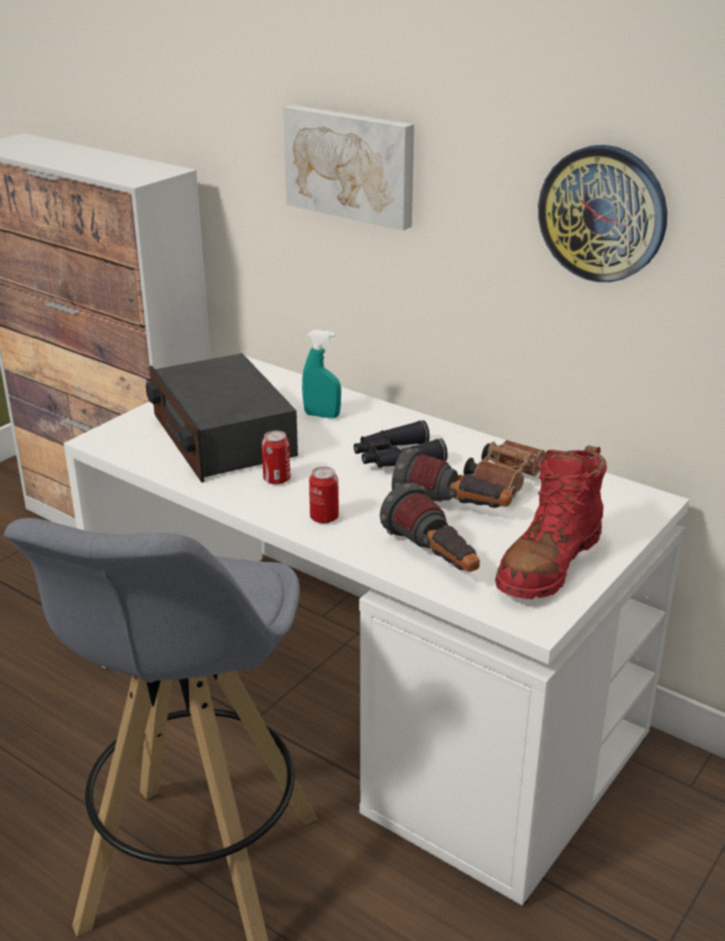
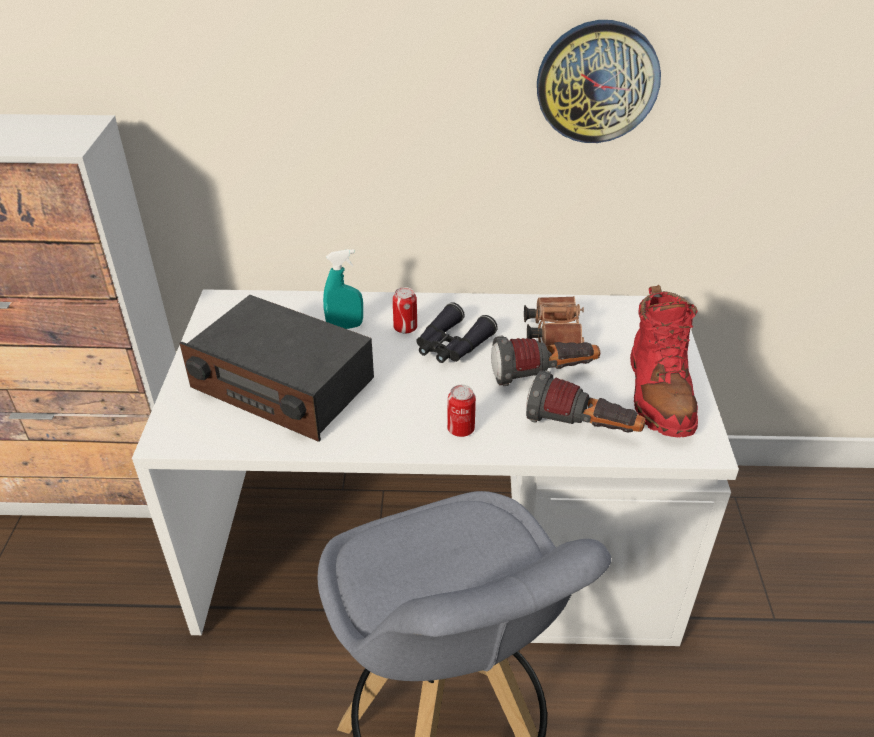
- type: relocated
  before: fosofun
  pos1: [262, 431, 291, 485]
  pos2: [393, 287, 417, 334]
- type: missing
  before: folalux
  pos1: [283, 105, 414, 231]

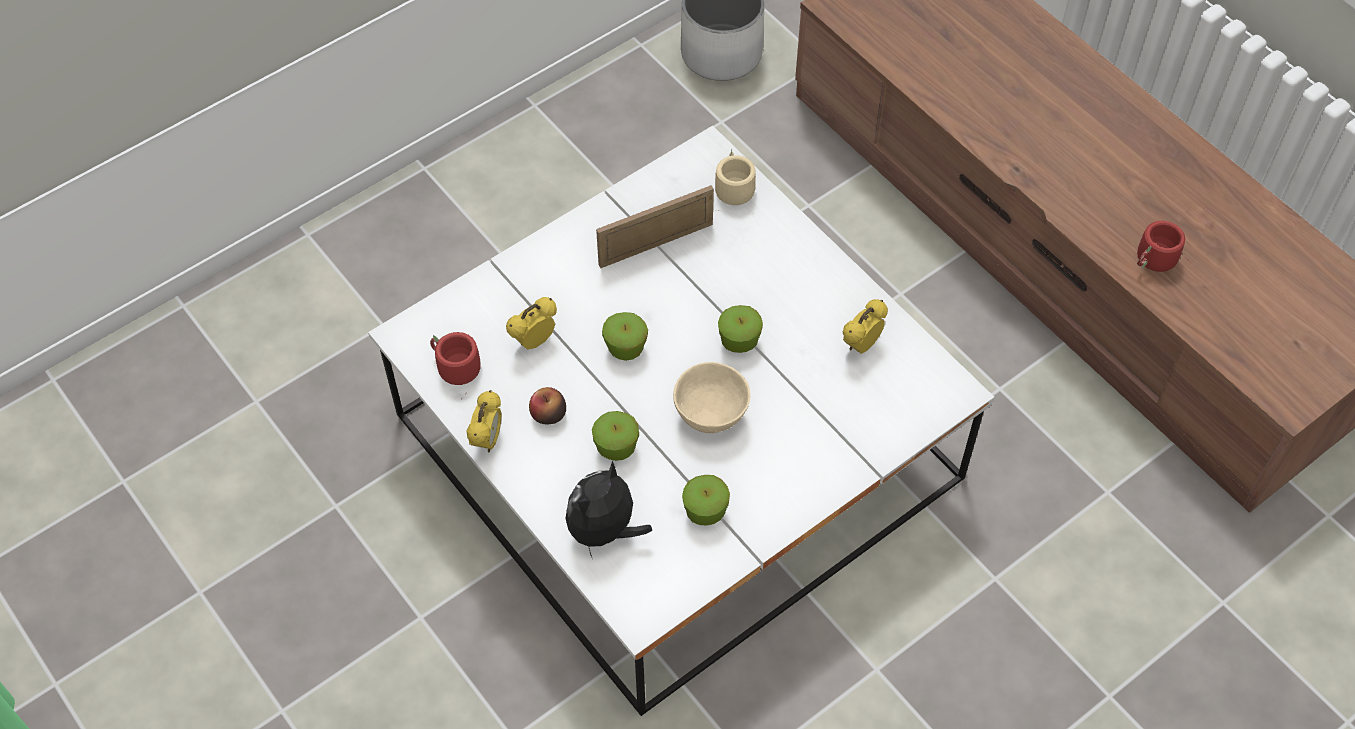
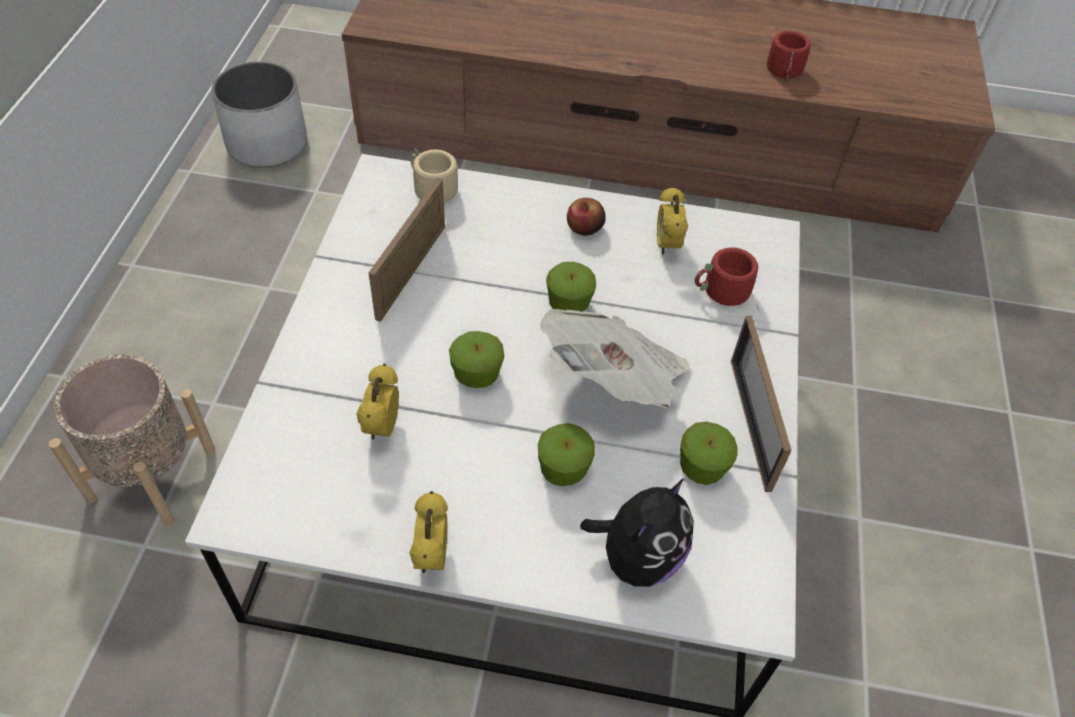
- type: appeared
  after: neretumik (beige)
  pos2: [49, 354, 216, 526]
- type: spun
  before: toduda
  pos1: [466, 390, 502, 452]
  pos2: [409, 491, 448, 573]
  turn: -150
- type: exchanged
  before: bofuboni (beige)
  after: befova
  pos1: [673, 362, 750, 433]
  pos2: [540, 309, 690, 408]
- type: relocated
  before: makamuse
  pos1: [529, 387, 566, 425]
  pos2: [567, 198, 606, 236]
- type: spun
  before: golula
  pos1: [565, 460, 652, 558]
  pos2: [580, 478, 694, 587]
  turn: -135
- type: relocated
  before: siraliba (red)
  pos1: [430, 332, 481, 399]
  pos2: [695, 247, 759, 310]
- type: appeared
  after: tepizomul
  pos2: [731, 316, 792, 492]

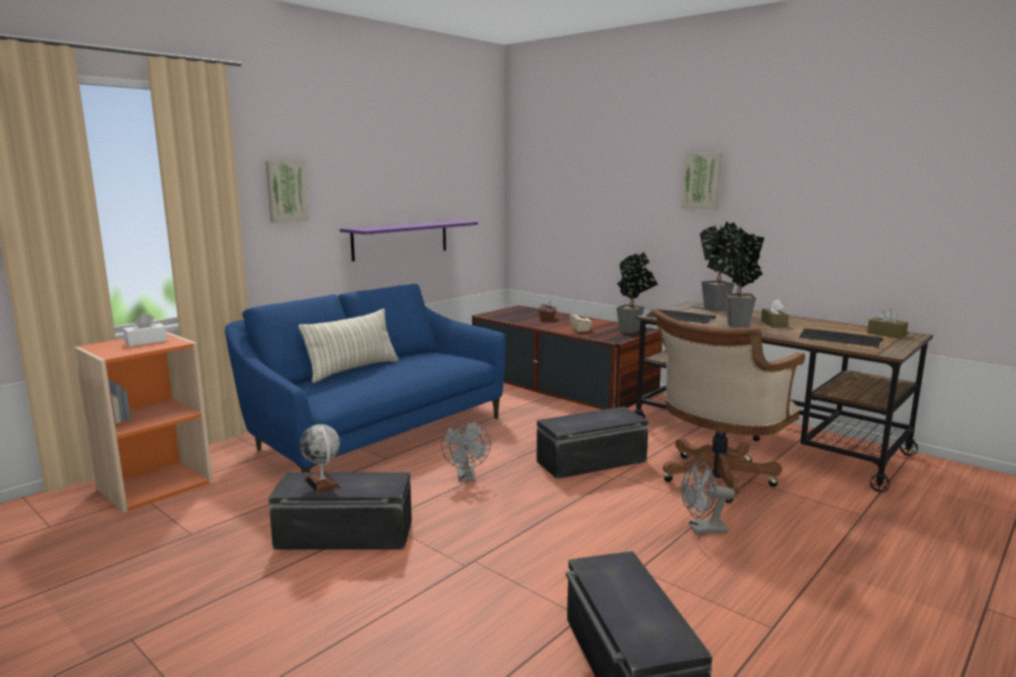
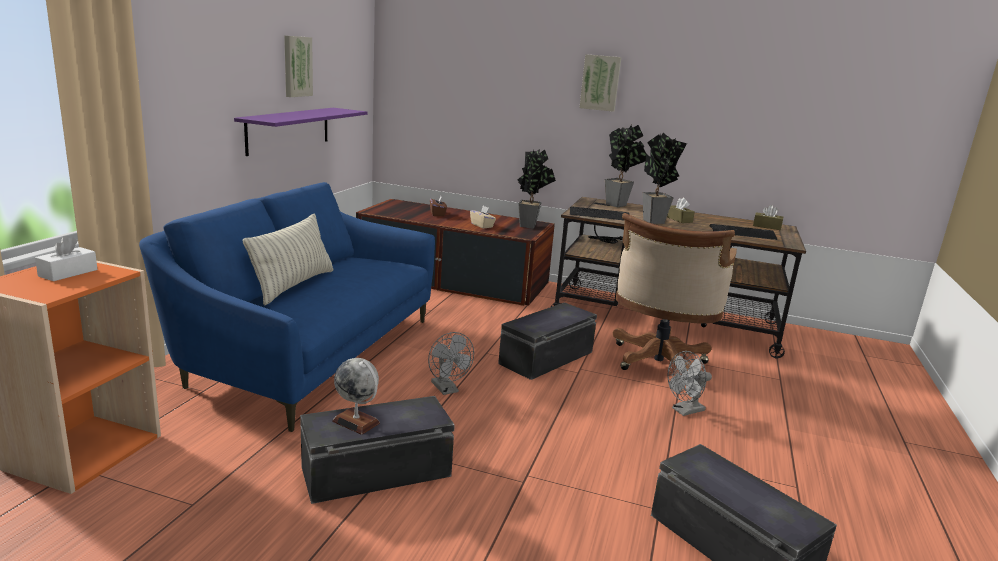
- type: relocated
  before: folalux
  pos1: [265, 161, 309, 223]
  pos2: [284, 35, 313, 97]

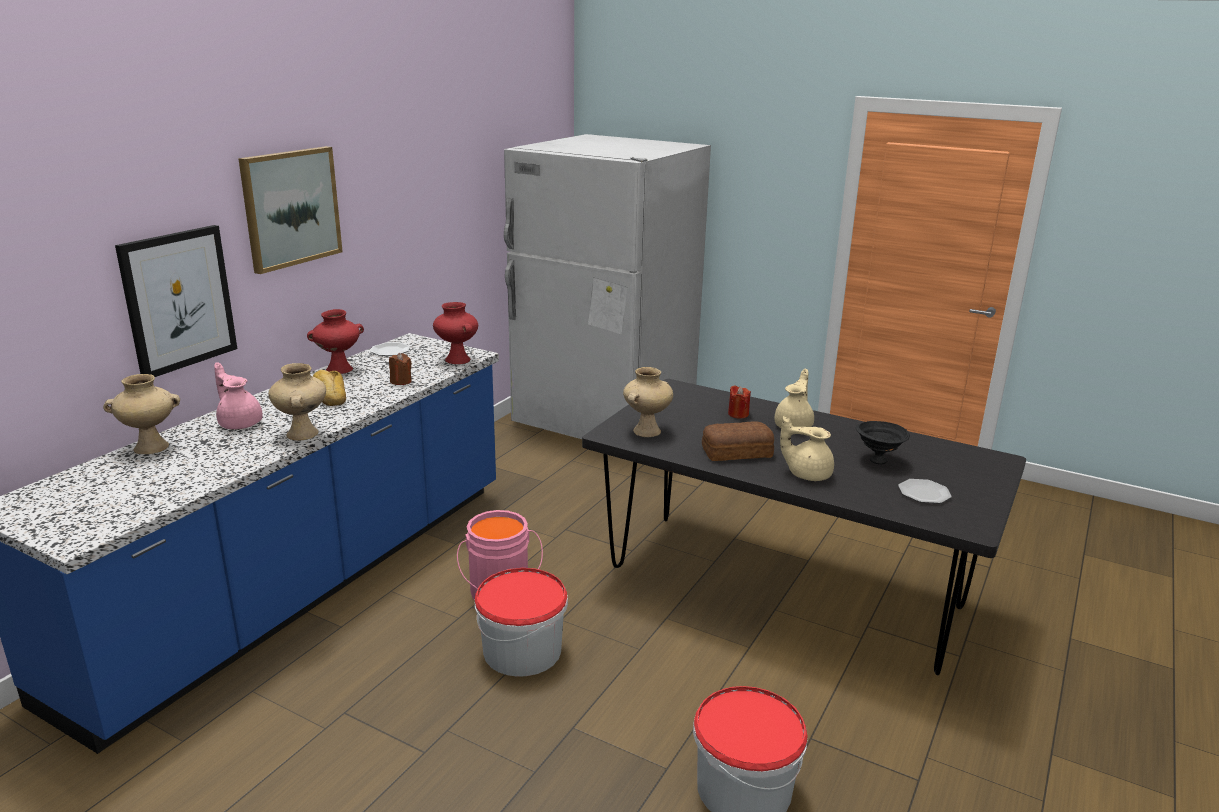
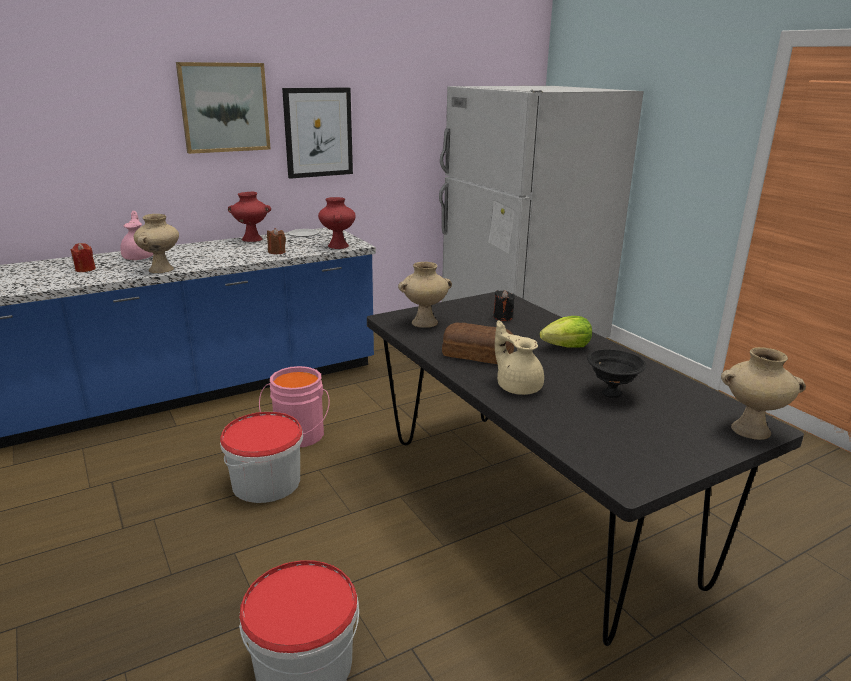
- type: relocated
  before: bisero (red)
  pos1: [728, 385, 751, 419]
  pos2: [70, 243, 96, 272]
- type: relocated
  before: folalux
  pos1: [115, 225, 237, 377]
  pos2: [282, 88, 353, 179]
- type: appeared
  after: bisero (black)
  pos2: [493, 290, 514, 321]
- type: exchanged
  before: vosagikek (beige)
  after: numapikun
  pos1: [774, 369, 814, 428]
  pos2: [539, 316, 592, 347]
- type: relocated
  before: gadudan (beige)
  pos1: [103, 374, 180, 454]
  pos2: [721, 347, 806, 440]
- type: missing
  before: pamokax
  pos1: [313, 370, 346, 406]
- type: missing
  before: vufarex
  pos1: [898, 479, 952, 504]

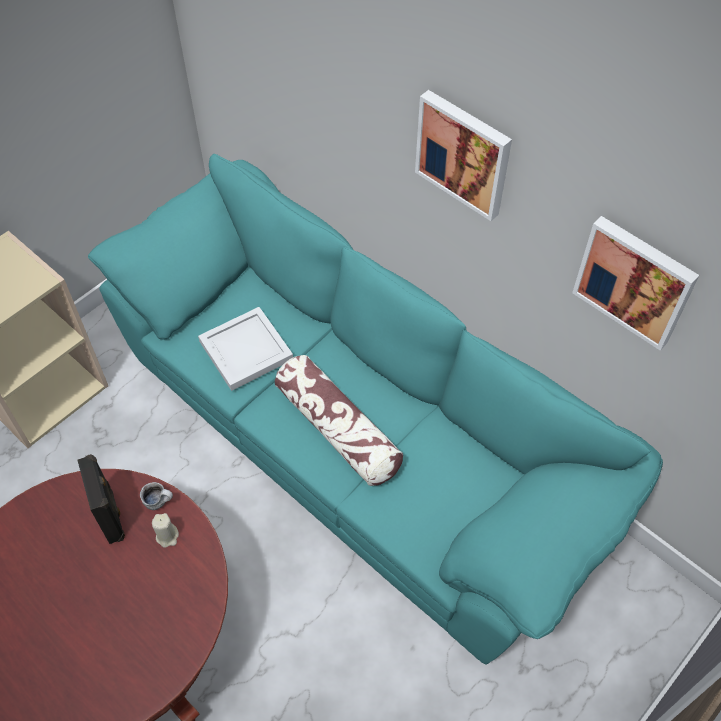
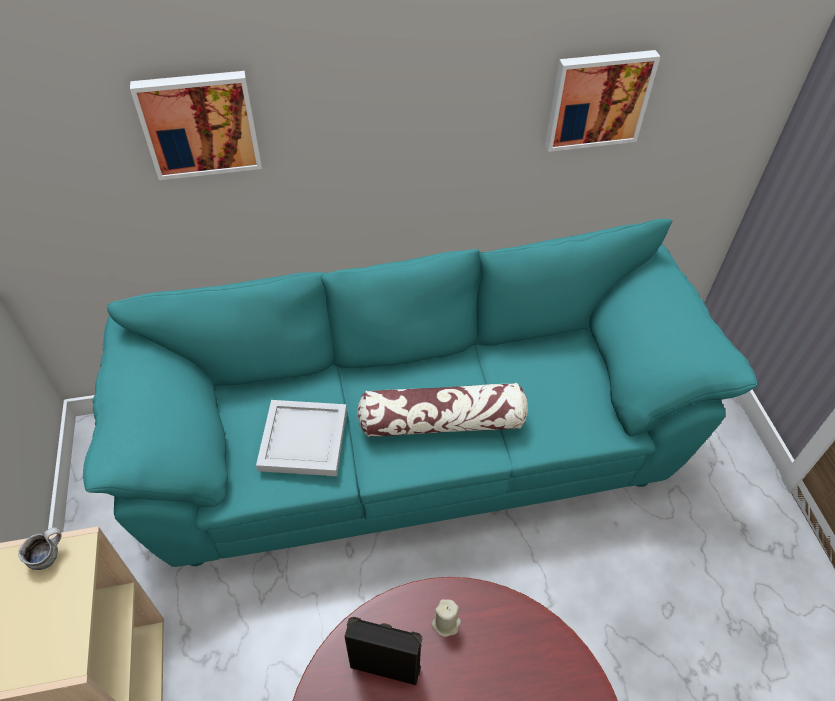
- type: relocated
  before: siraliba
  pos1: [140, 482, 173, 510]
  pos2: [18, 527, 62, 570]
- type: relocated
  before: folalux
  pos1: [415, 90, 512, 221]
  pos2: [130, 71, 262, 180]

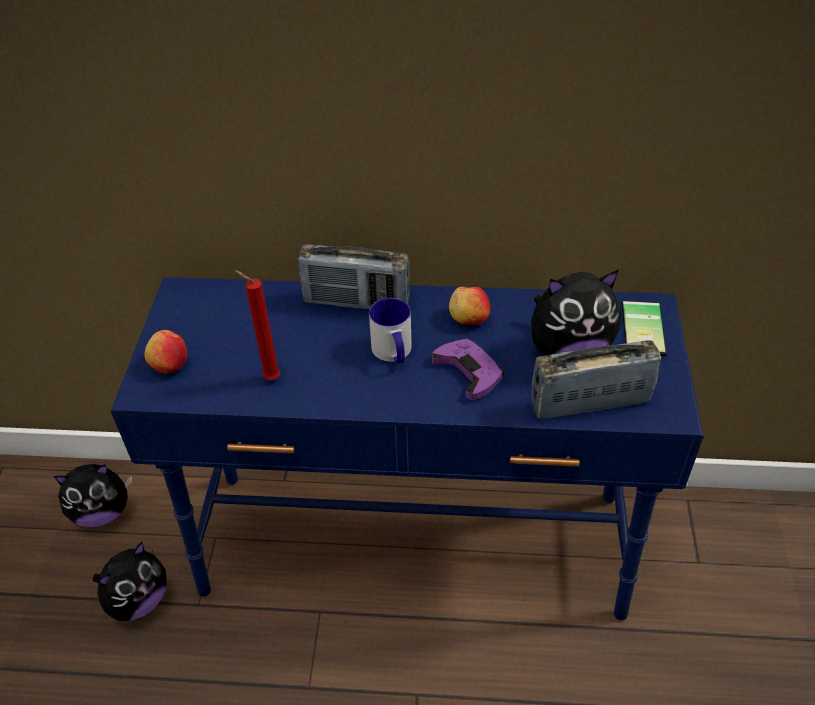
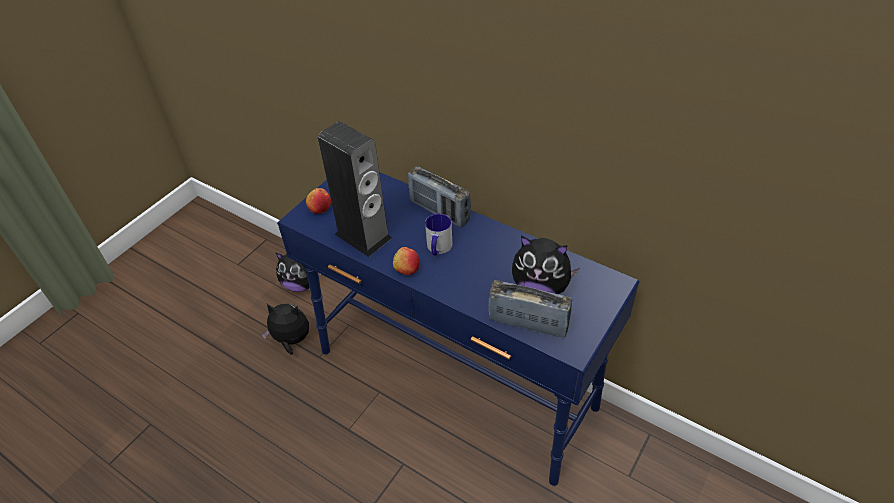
- type: spun
  before: golula
  pos1: [93, 542, 167, 621]
  pos2: [261, 304, 309, 355]
  turn: -150
- type: exchanged
  before: bisero (red)
  after: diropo
  pos1: [234, 270, 280, 380]
  pos2: [318, 121, 392, 257]
- type: relocated
  before: makamuse
  pos1: [449, 287, 491, 325]
  pos2: [393, 247, 420, 275]
- type: missing
  before: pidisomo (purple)
  pos1: [432, 339, 504, 400]
- type: missing
  before: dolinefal
  pos1: [622, 300, 667, 356]

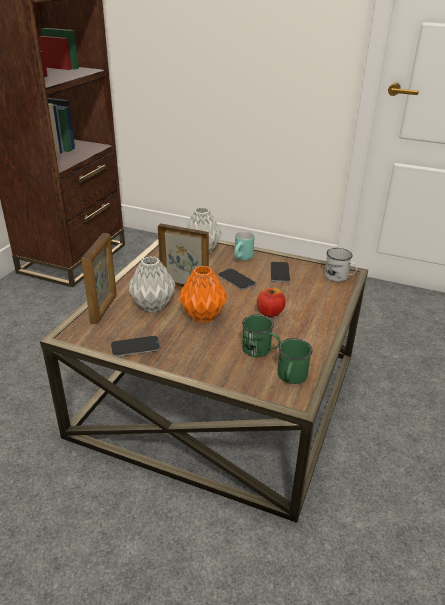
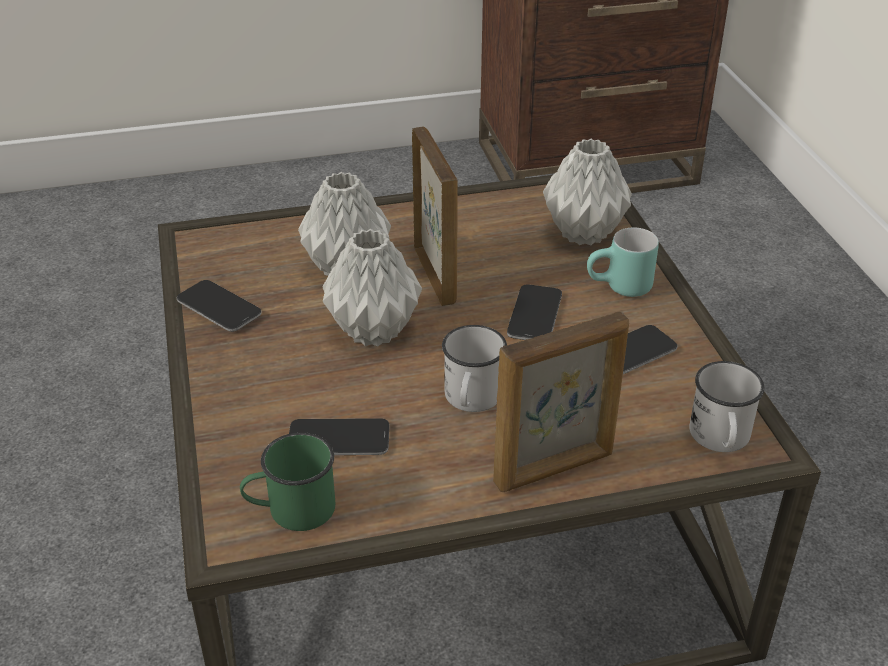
- type: exchanged
  before: siraliba (green)
  after: dolinefal
  pos1: [242, 314, 281, 357]
  pos2: [289, 418, 389, 455]
- type: colour
  before: gadudan (orange)
  after: gadudan (grey)
  pos1: [179, 266, 227, 323]
  pos2: [323, 229, 422, 346]
- type: exchanged
  before: makamuse
  after: siraliba (white)
  pos1: [257, 288, 286, 317]
  pos2: [442, 325, 507, 412]
- type: relocated
  before: tepizomul
  pos1: [81, 233, 117, 324]
  pos2: [493, 312, 629, 492]

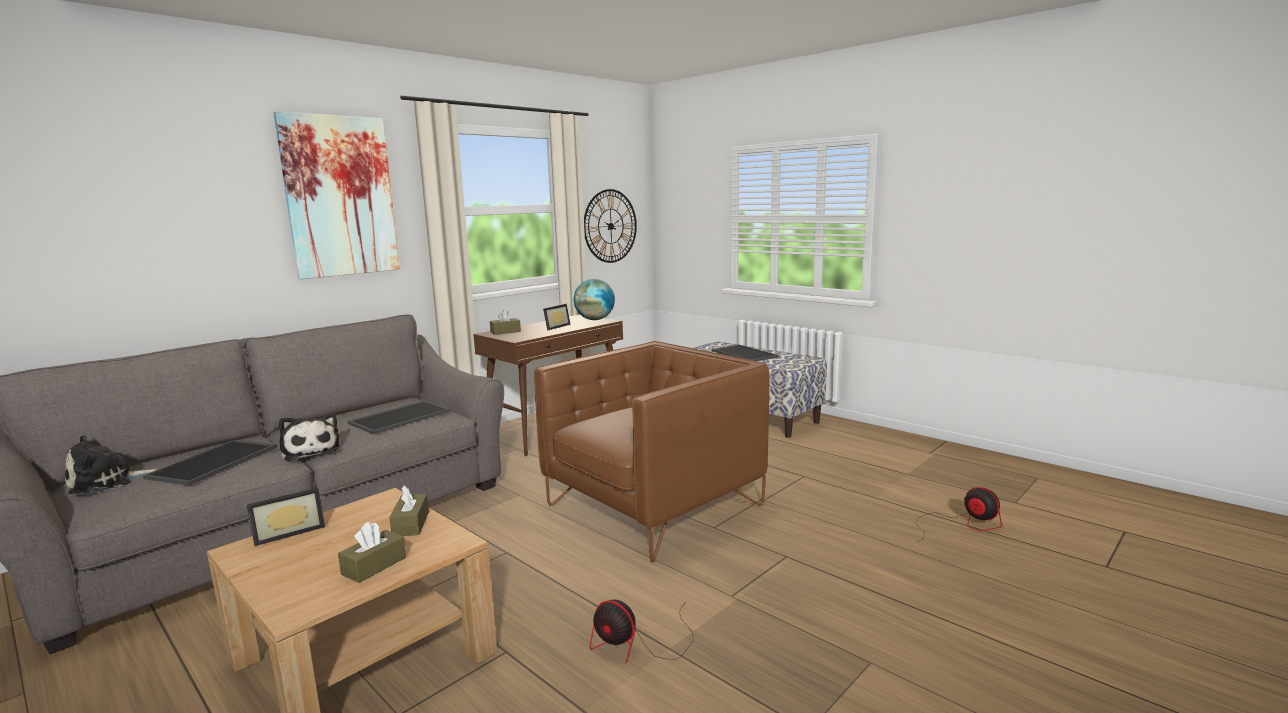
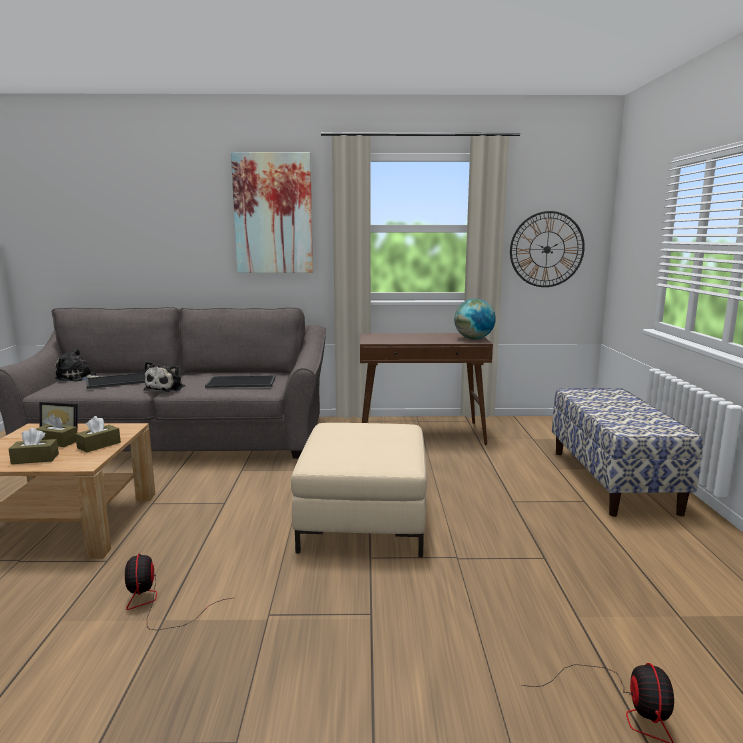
- type: relocated
  before: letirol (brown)
  pos1: [490, 309, 521, 335]
  pos2: [36, 414, 77, 447]
- type: exchanged
  before: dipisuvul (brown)
  after: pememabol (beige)
  pos1: [534, 341, 769, 563]
  pos2: [291, 423, 427, 557]
- type: missing
  before: tepizomul
  pos1: [543, 304, 571, 331]
- type: missing
  before: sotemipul
  pos1: [712, 345, 779, 361]

